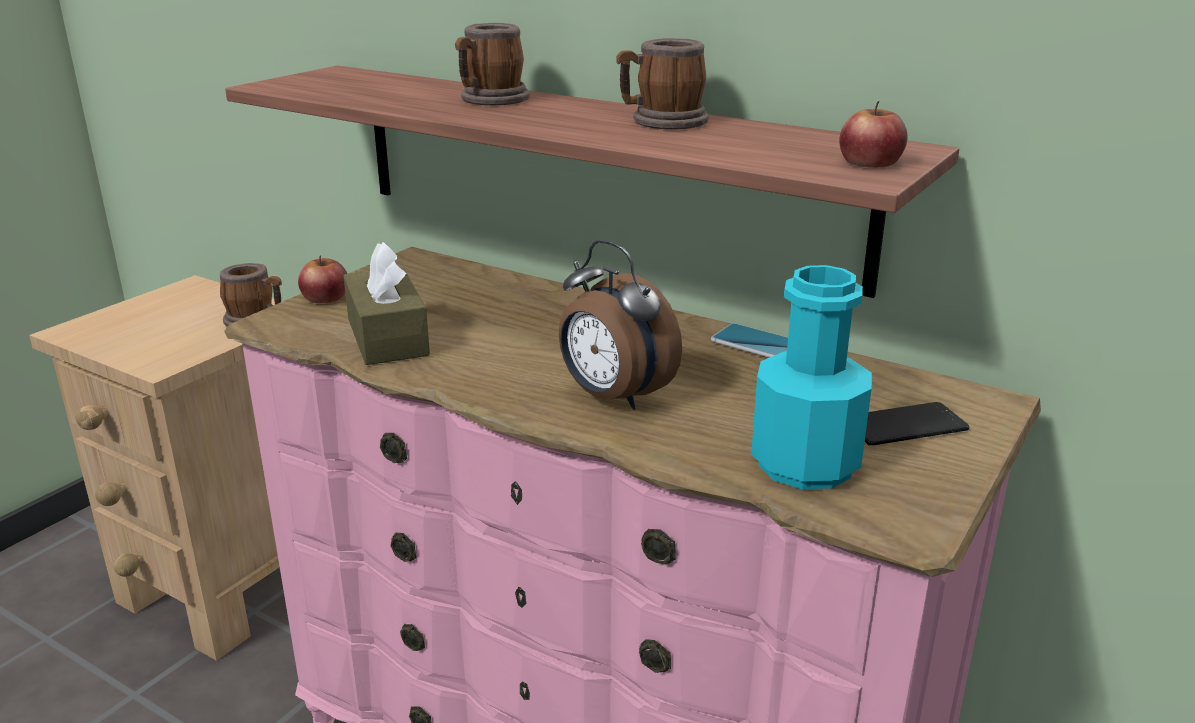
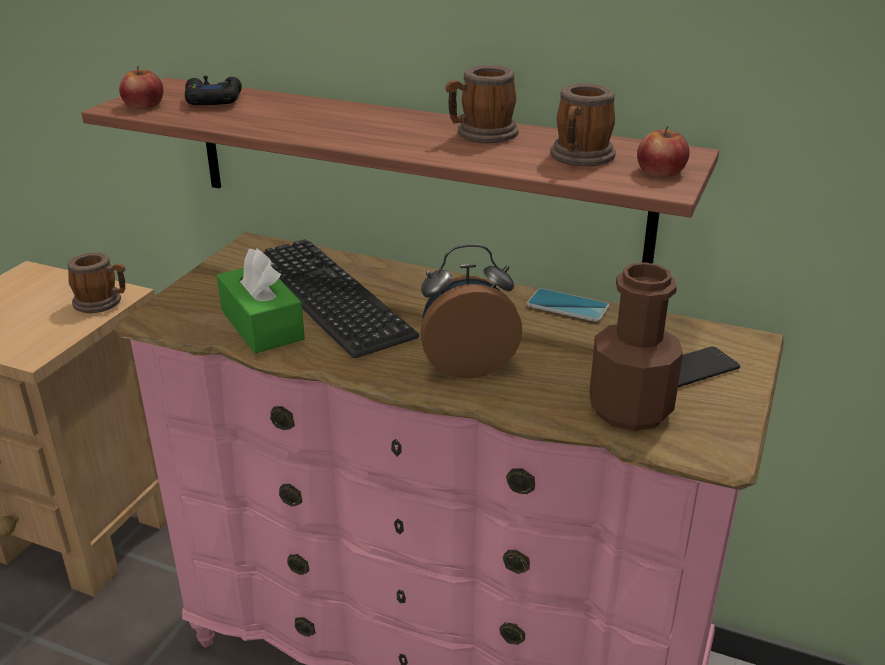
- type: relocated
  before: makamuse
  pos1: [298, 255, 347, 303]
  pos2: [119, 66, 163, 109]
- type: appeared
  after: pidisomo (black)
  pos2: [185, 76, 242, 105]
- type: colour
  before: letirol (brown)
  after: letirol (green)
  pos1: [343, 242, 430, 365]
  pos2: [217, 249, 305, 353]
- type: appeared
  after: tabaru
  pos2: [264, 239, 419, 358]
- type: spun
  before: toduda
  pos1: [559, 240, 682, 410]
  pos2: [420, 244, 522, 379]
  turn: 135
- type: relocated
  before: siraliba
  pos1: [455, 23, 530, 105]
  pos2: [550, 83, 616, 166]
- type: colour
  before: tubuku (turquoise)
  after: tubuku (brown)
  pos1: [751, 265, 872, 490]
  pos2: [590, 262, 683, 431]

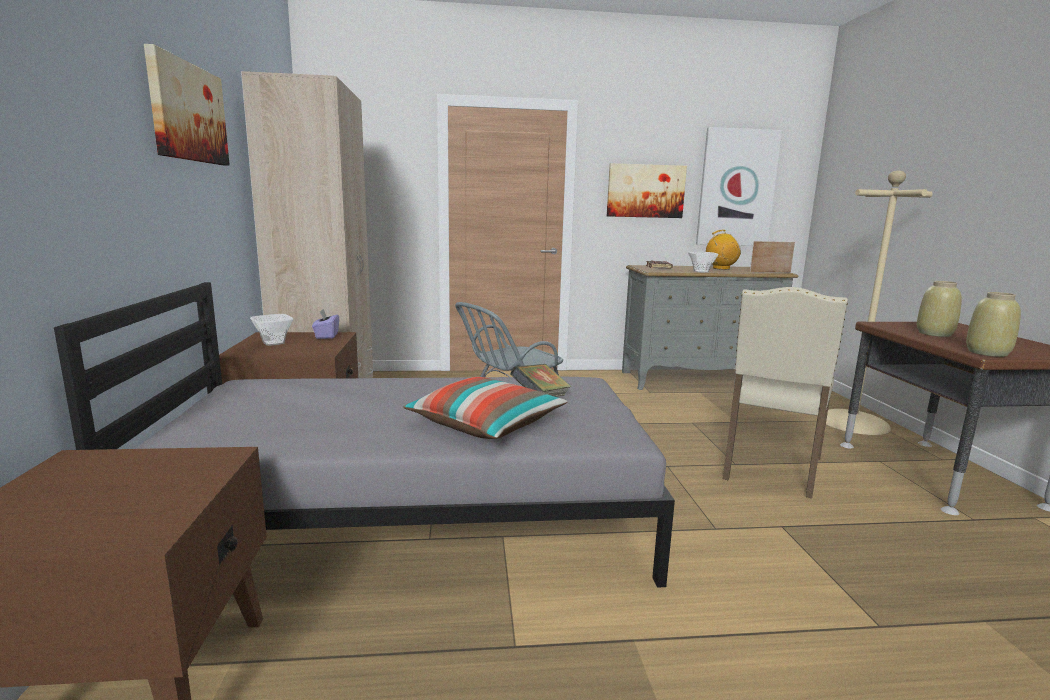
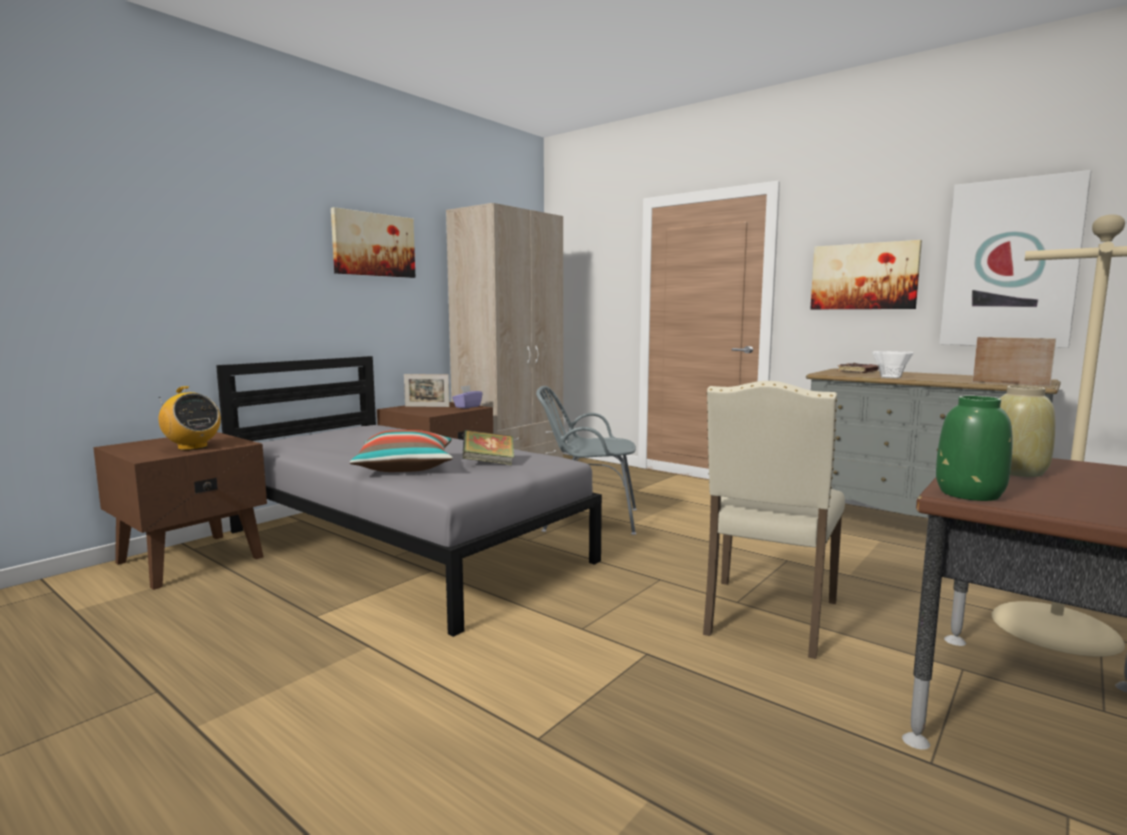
- type: relocated
  before: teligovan
  pos1: [706, 230, 741, 270]
  pos2: [158, 386, 221, 450]
- type: exchanged
  before: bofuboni
  after: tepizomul
  pos1: [250, 314, 293, 346]
  pos2: [404, 374, 450, 407]
- type: spun
  before: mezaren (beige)
  pos1: [723, 287, 848, 498]
  pos2: [703, 381, 845, 659]
  turn: -45
- type: colour
  before: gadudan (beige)
  after: gadudan (green)
  pos1: [966, 292, 1021, 357]
  pos2: [936, 396, 1013, 501]

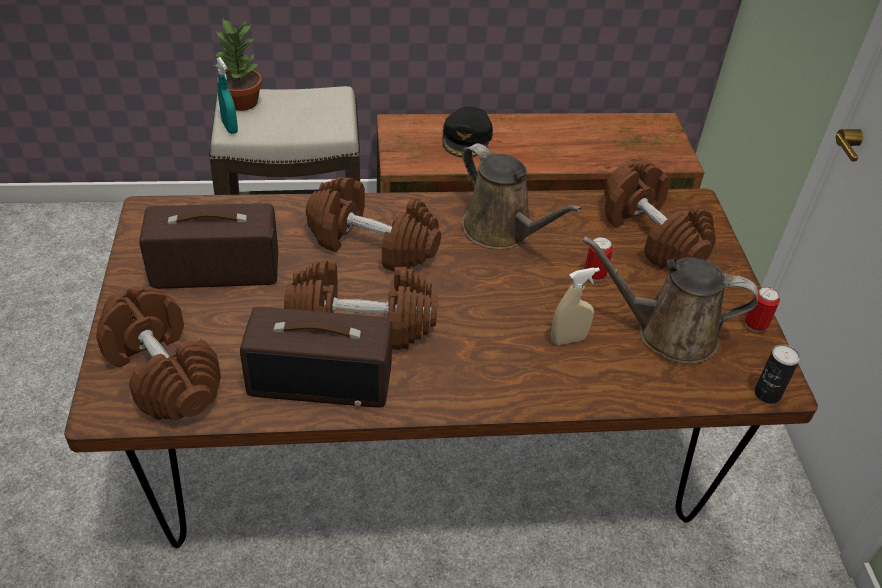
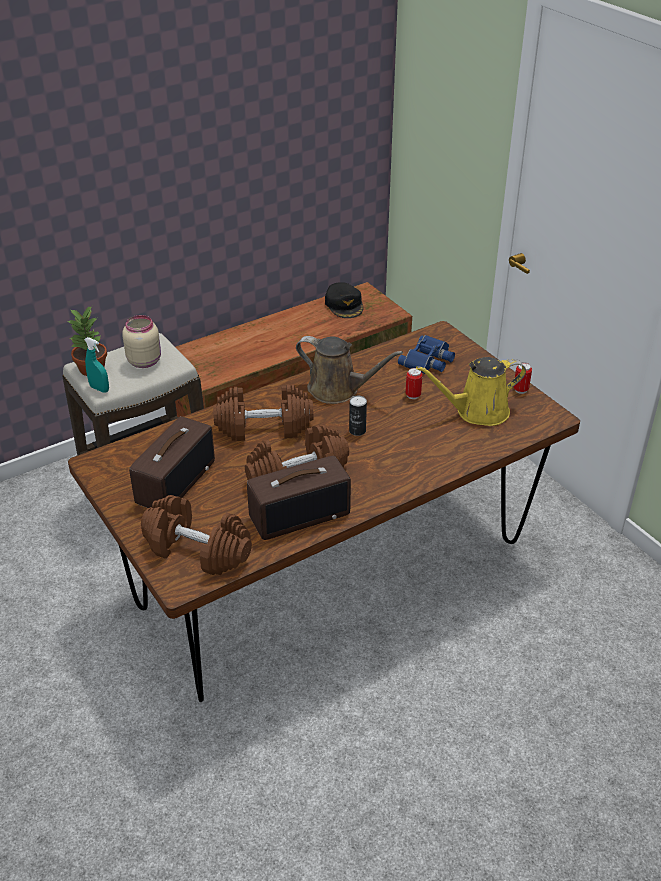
- type: appeared
  after: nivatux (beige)
  pos2: [122, 315, 161, 368]
- type: spun
  before: teligovan
  pos1: [139, 203, 278, 289]
  pos2: [129, 416, 215, 508]
  turn: 150
- type: relocated
  before: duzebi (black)
  pos1: [442, 107, 493, 158]
  pos2: [325, 282, 363, 318]
- type: relocated
  before: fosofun
  pos1: [754, 344, 800, 404]
  pos2: [349, 396, 367, 436]
- type: exchanged
  before: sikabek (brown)
  after: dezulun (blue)
  pos1: [605, 162, 716, 268]
  pos2: [398, 335, 455, 374]
- type: colour
  before: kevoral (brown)
  after: kevoral (yellow)
  pos1: [582, 236, 758, 364]
  pos2: [416, 357, 526, 426]
- type: missing
  before: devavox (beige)
  pos1: [551, 267, 600, 345]

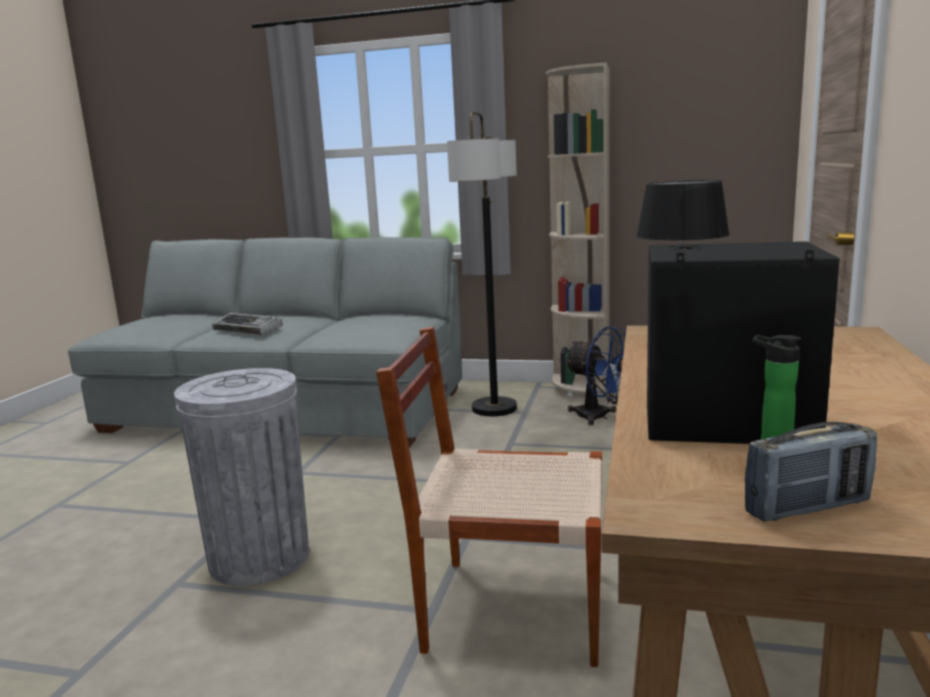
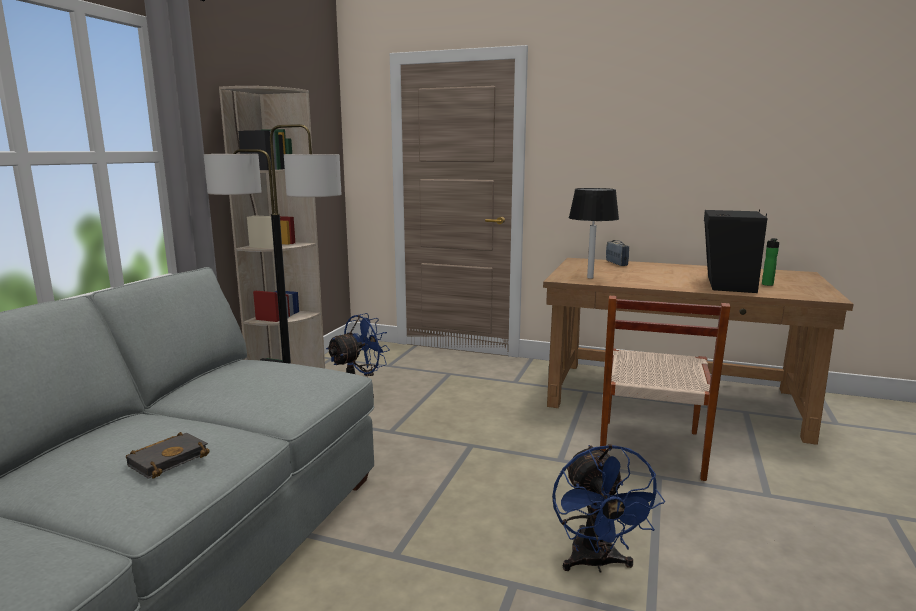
- type: exchanged
  before: tabaru
  after: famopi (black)
  pos1: [212, 313, 283, 335]
  pos2: [126, 432, 210, 479]
- type: exchanged
  before: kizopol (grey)
  after: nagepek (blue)
  pos1: [174, 368, 309, 586]
  pos2: [552, 444, 665, 573]
- type: relocated
  before: teligovan
  pos1: [744, 422, 877, 522]
  pos2: [606, 240, 629, 266]

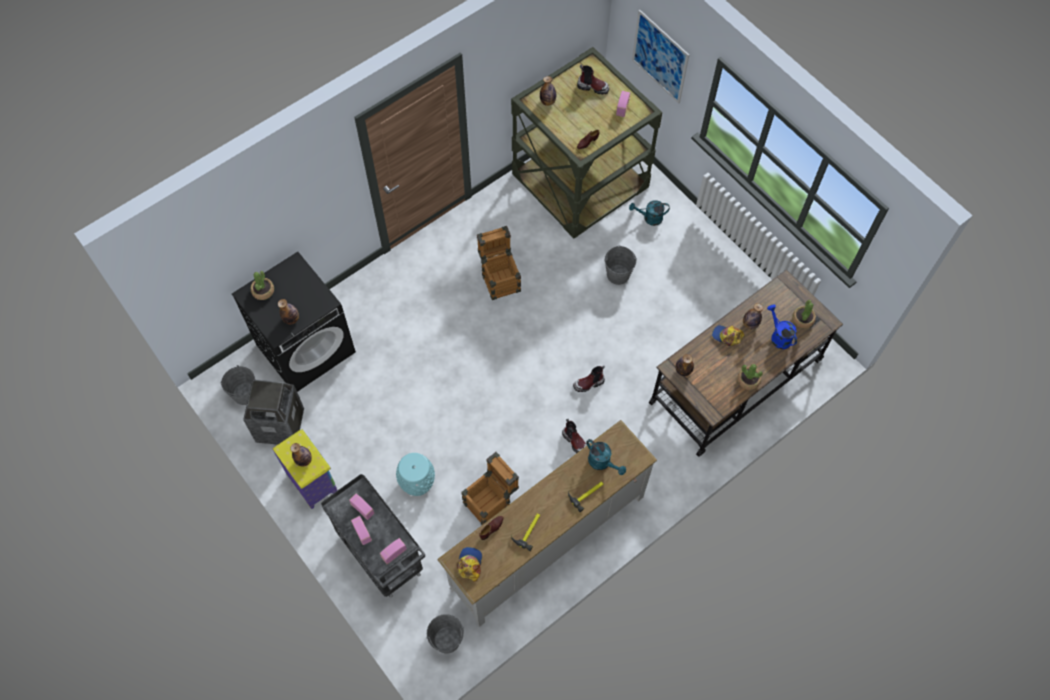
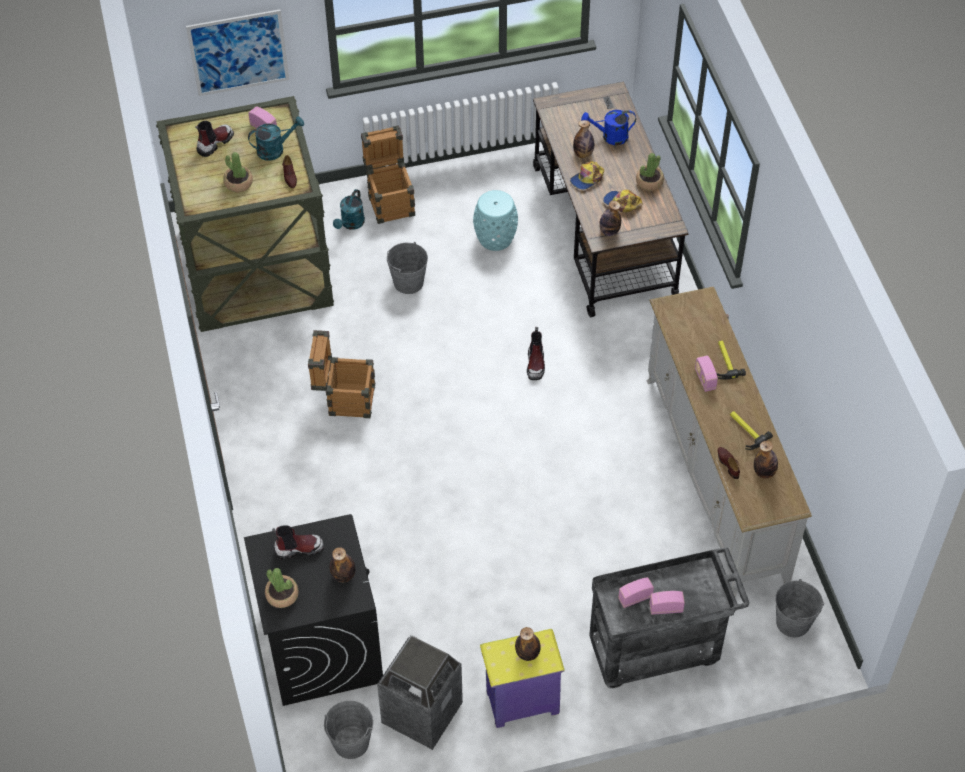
- type: relocated
  before: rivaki
  pos1: [792, 300, 816, 328]
  pos2: [223, 152, 253, 192]
- type: relocated
  before: kevoral (turquoise)
  pos1: [586, 439, 626, 475]
  pos2: [248, 116, 304, 160]
- type: relocated
  before: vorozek
  pos1: [562, 419, 586, 453]
  pos2: [272, 525, 324, 560]
- type: relocated
  before: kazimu
  pos1: [461, 452, 519, 525]
  pos2: [361, 125, 415, 224]
- type: relocated
  before: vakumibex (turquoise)
  pos1: [396, 453, 435, 496]
  pos2: [473, 190, 518, 251]
- type: relocated
  before: duzebi
  pos1: [457, 547, 482, 582]
  pos2: [603, 190, 643, 212]
- type: relocated
  before: teligovan
  pos1: [380, 538, 407, 564]
  pos2: [695, 355, 718, 392]
- type: relocated
  before: tubuku
  pos1: [540, 76, 556, 106]
  pos2: [754, 441, 778, 479]

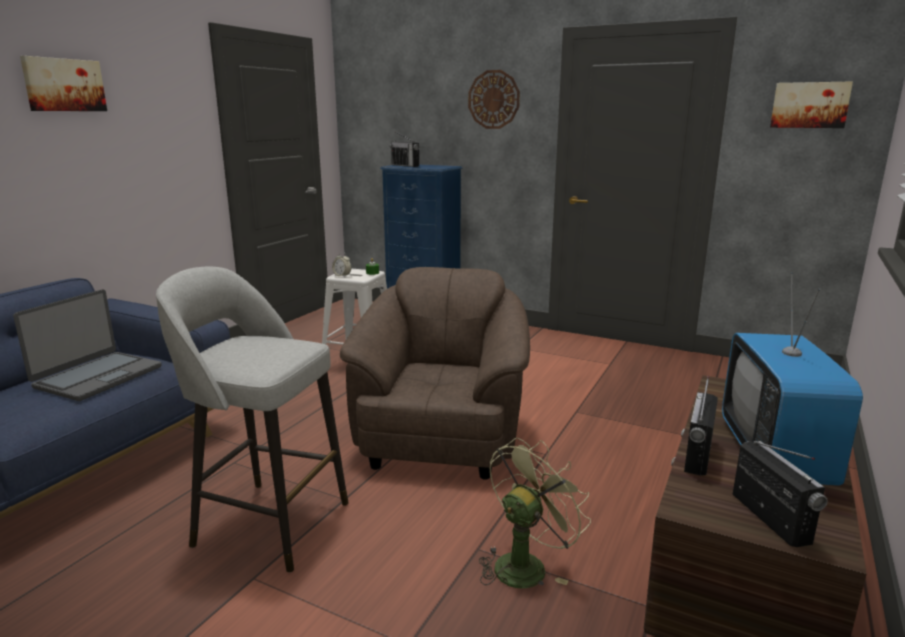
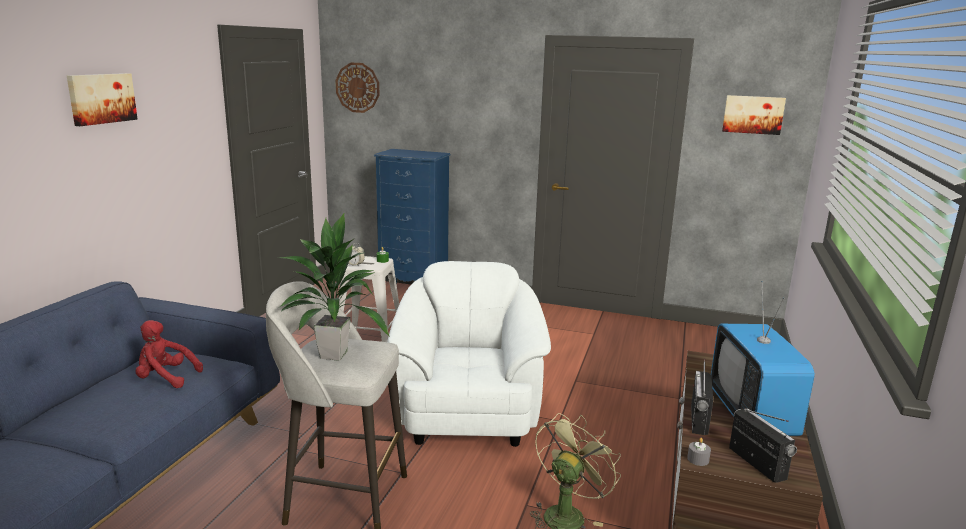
- type: exchanged
  before: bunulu
  after: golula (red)
  pos1: [13, 289, 162, 401]
  pos2: [136, 320, 203, 388]
- type: appeared
  after: rivaki
  pos2: [278, 214, 390, 360]
- type: relocated
  before: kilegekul
  pos1: [468, 70, 520, 129]
  pos2: [335, 63, 380, 113]
- type: colour
  before: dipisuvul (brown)
  after: dipisuvul (white)
  pos1: [340, 267, 530, 480]
  pos2: [387, 261, 551, 447]
- type: appeared
  after: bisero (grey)
  pos2: [687, 438, 711, 466]
- type: missing
  before: teligovan
  pos1: [390, 132, 419, 167]

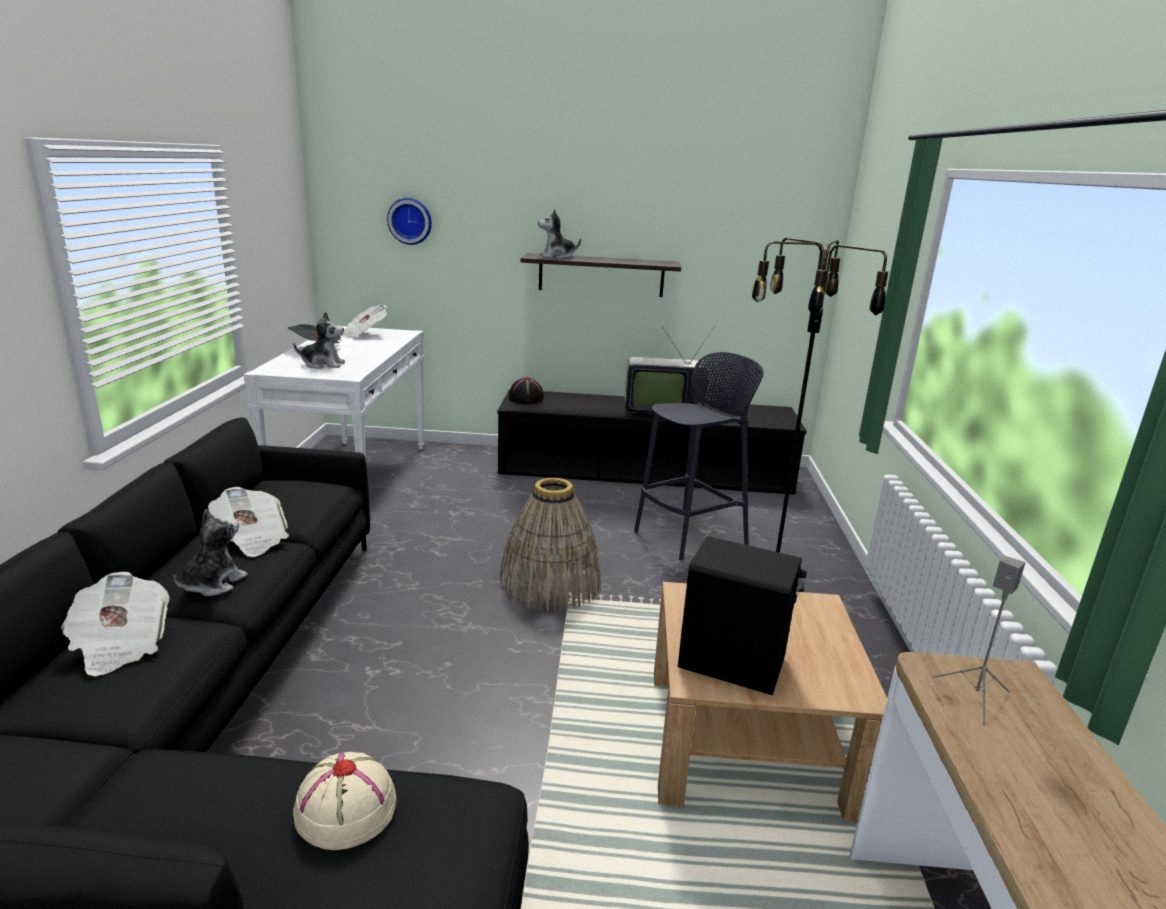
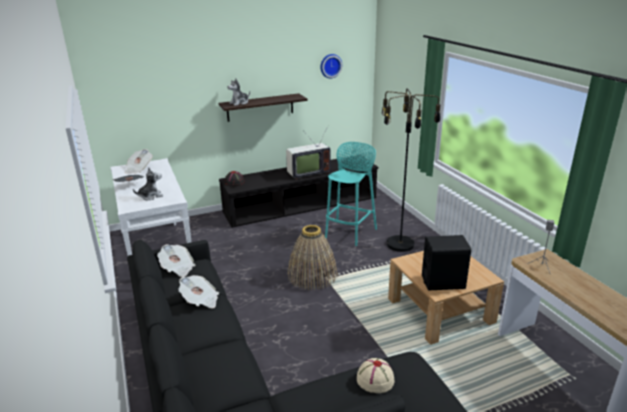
- type: relocated
  before: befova
  pos1: [61, 572, 170, 676]
  pos2: [157, 244, 195, 277]
- type: relocated
  before: kilegekul
  pos1: [387, 198, 432, 245]
  pos2: [321, 54, 342, 79]
- type: colour
  before: vakumibex (grey)
  after: vakumibex (turquoise)
  pos1: [634, 352, 763, 561]
  pos2: [325, 142, 377, 246]
- type: missing
  before: golula
  pos1: [174, 509, 248, 596]

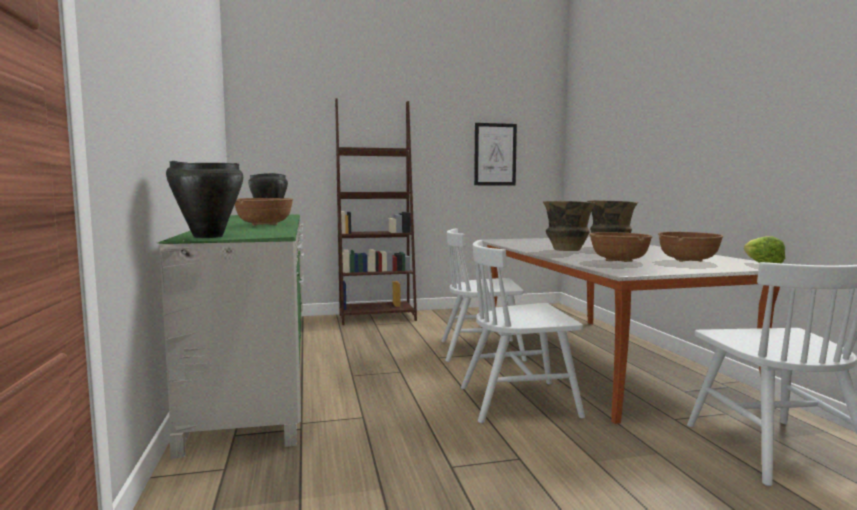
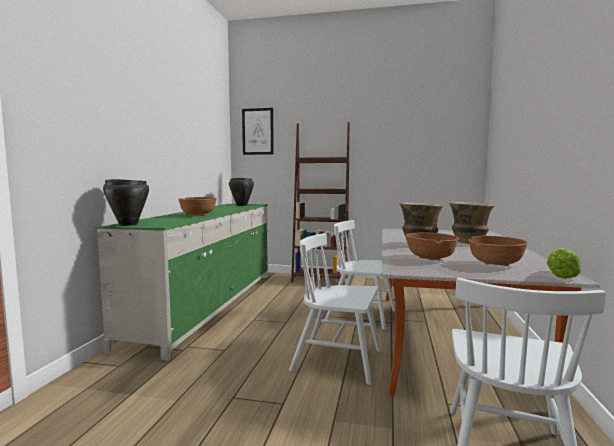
- type: relocated
  before: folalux
  pos1: [474, 123, 517, 185]
  pos2: [242, 108, 274, 155]

